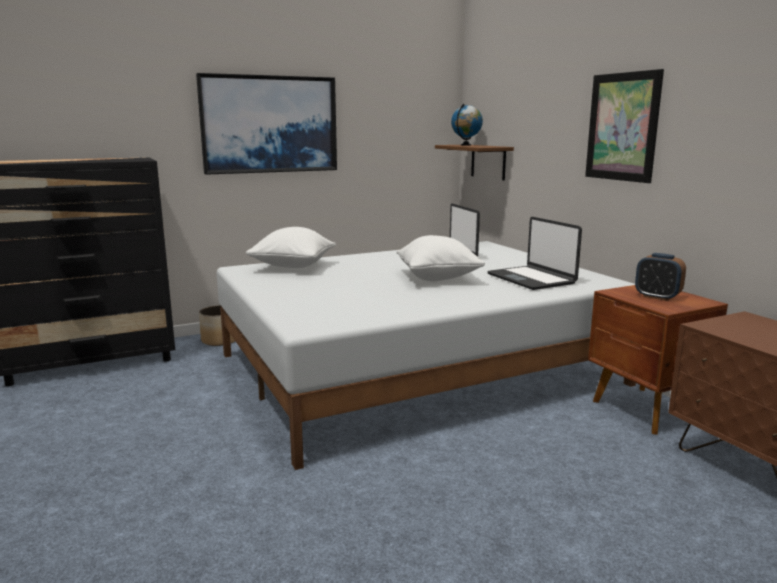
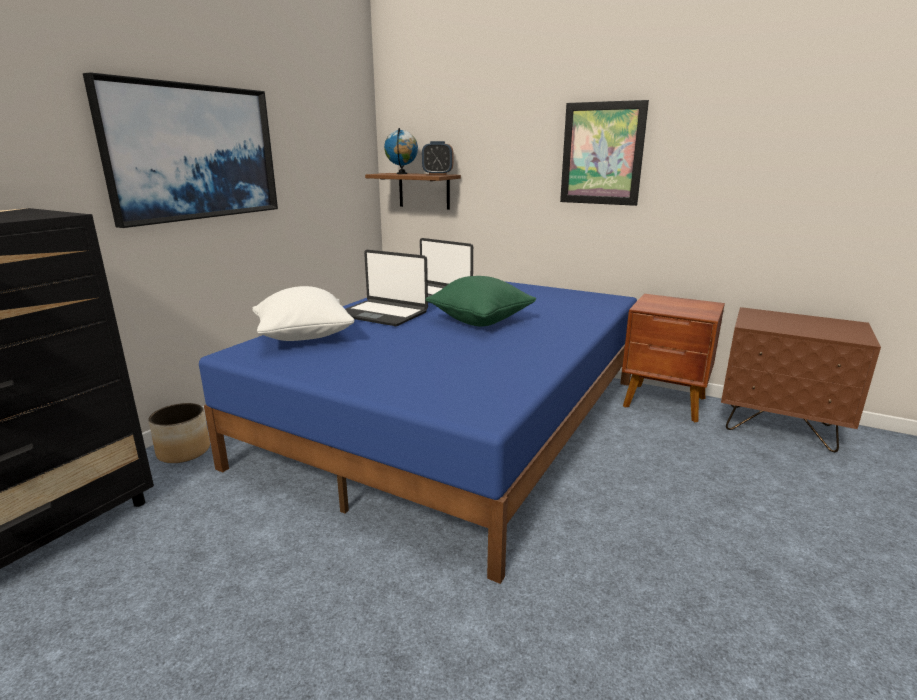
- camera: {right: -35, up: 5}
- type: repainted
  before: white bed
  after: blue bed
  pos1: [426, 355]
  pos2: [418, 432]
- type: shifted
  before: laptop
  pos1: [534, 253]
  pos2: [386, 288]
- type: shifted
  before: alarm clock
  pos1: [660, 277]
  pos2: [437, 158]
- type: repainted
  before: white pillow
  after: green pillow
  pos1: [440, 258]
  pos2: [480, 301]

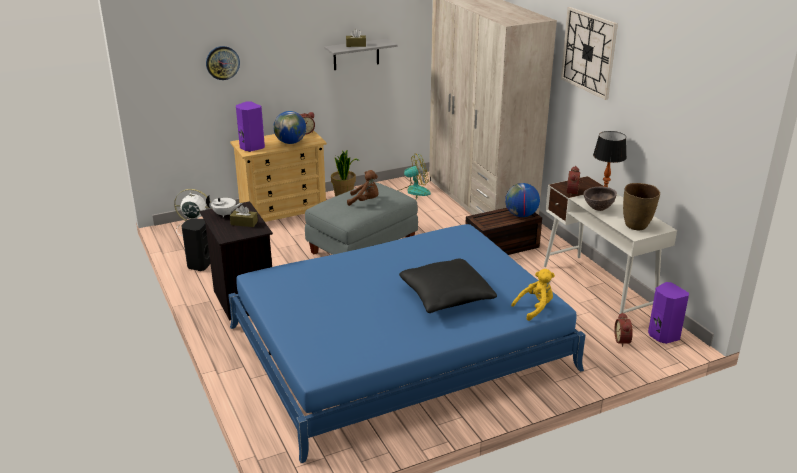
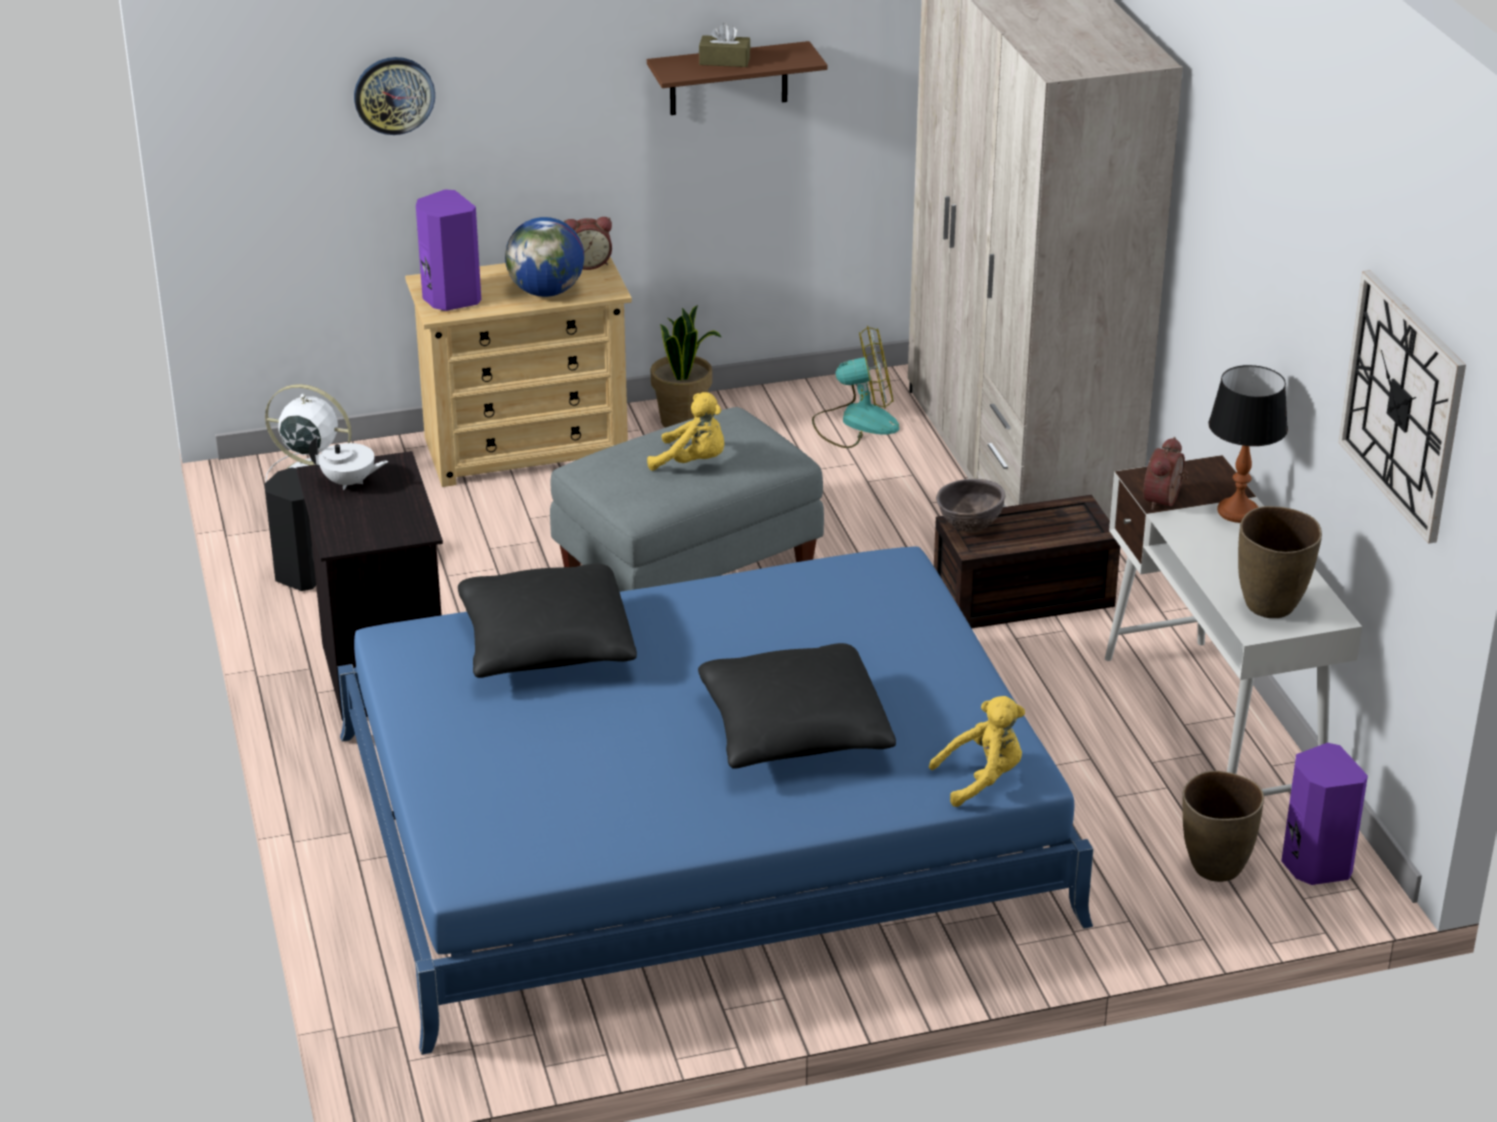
- camera: {right: 10, up: 5}
- type: new
  after: black pillow
  pos2: [547, 620]
- type: repainted
  before: grey shelf
  after: brown shelf
  pos1: [361, 54]
  pos2: [737, 78]
- type: repainted
  before: brown plush toy
  after: yellow plush toy
  pos1: [363, 188]
  pos2: [685, 431]
- type: shifted
  before: brown bowl
  pos1: [600, 199]
  pos2: [970, 506]
- type: swapped
  before: alarm clock
  after: brown vase
  pos1: [623, 329]
  pos2: [1223, 826]
- type: shifted
  before: wall clock
  pos1: [589, 53]
  pos2: [1402, 407]
- type: gone
  before: brown tissue box
  pos1: [244, 216]
- type: gone
  before: globe
  pos1: [522, 200]

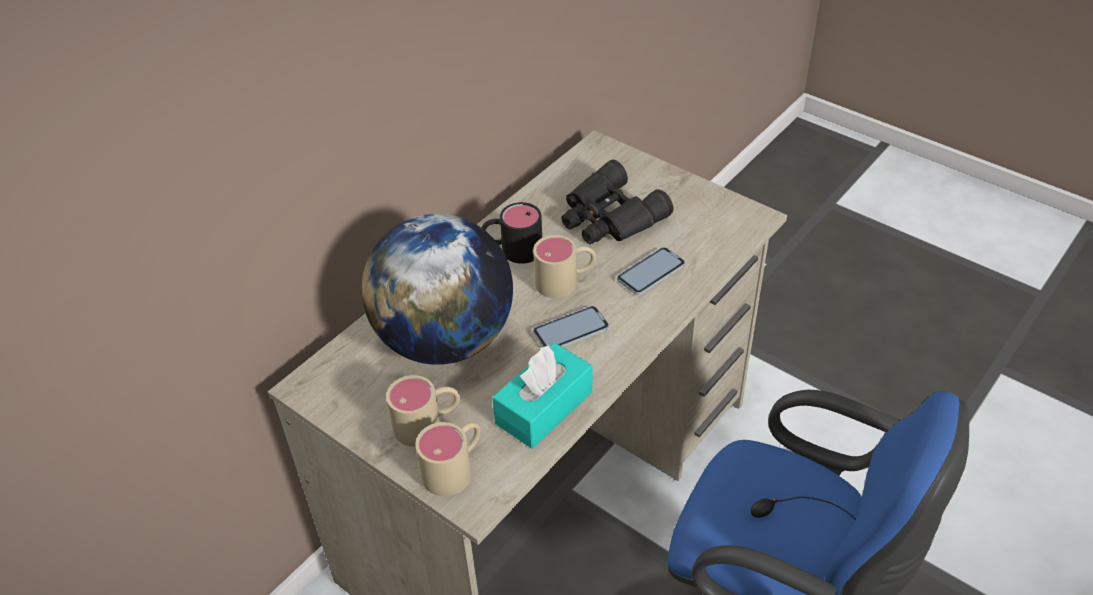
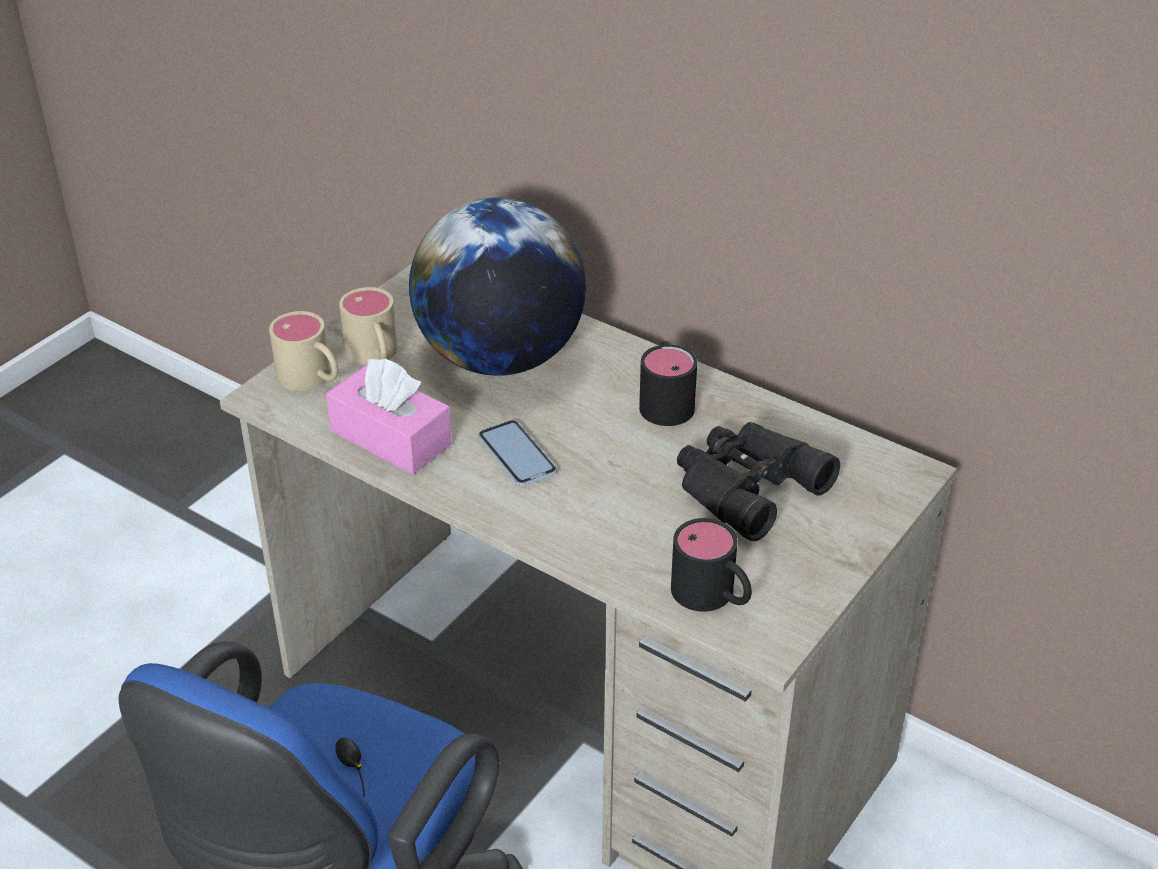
- camera: {right: 85, up: -5}
- type: repainted
  before: turquoise tissue box
  after: pink tissue box
  pos1: [542, 396]
  pos2: [389, 416]
- type: new
  after: black mug
  pos2: [711, 565]
- type: gone
  before: beige mug
  pos1: [564, 266]
- type: gone
  before: phone
  pos1: [651, 271]

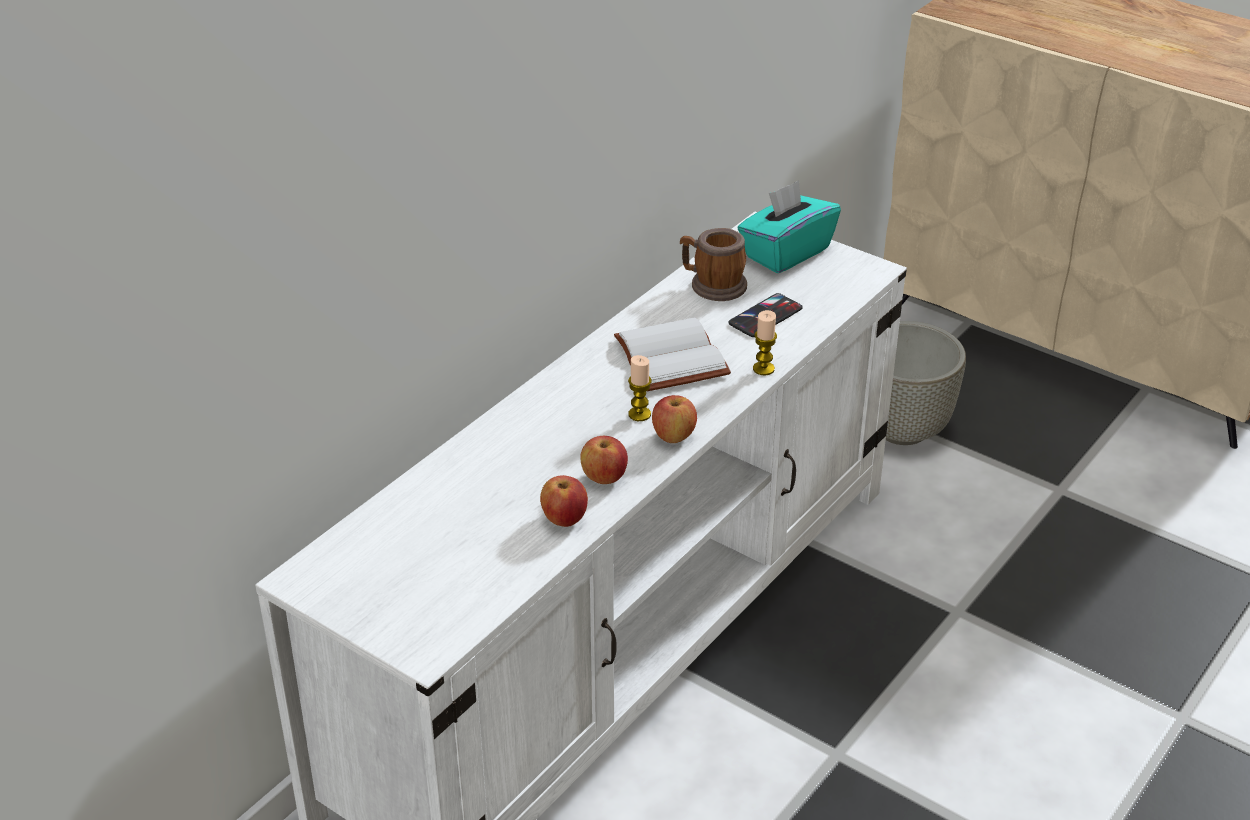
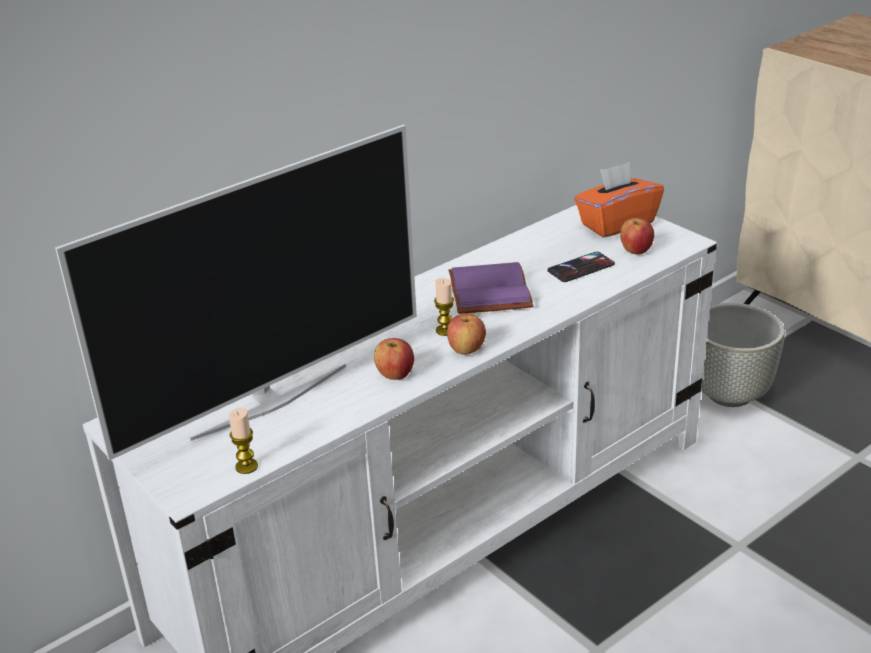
- camera: {right: 15, up: -5}
- type: new
  after: television
  pos2: [236, 293]
- type: shifted
  before: candle
  pos1: [765, 342]
  pos2: [243, 441]
- type: repainted
  before: white book
  after: purple book
  pos1: [672, 354]
  pos2: [491, 288]
- type: repainted
  before: turquoise tissue box
  after: orange tissue box
  pos1: [789, 226]
  pos2: [619, 200]
- type: shifted
  before: apple
  pos1: [564, 501]
  pos2: [637, 236]
- type: gone
  before: mug
  pos1: [713, 264]

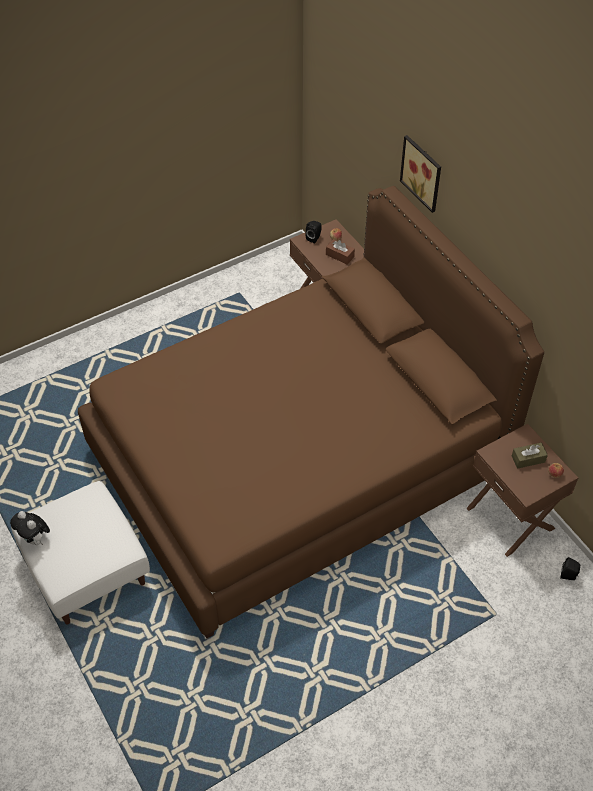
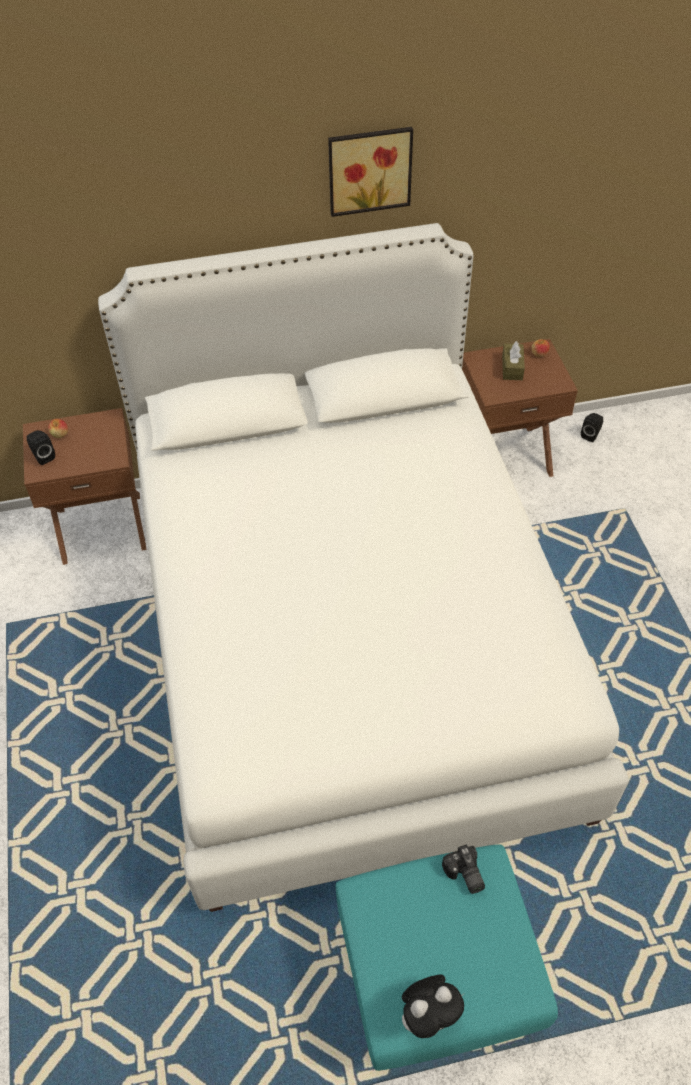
- camera: {right: -70, up: 0}
- type: repainted
  before: brown bed
  after: white bed
  pos1: [311, 412]
  pos2: [363, 567]
- type: shifted
  before: picture
  pos1: [420, 174]
  pos2: [370, 172]
- type: repainted
  before: white ottoman
  after: turquoise ottoman
  pos1: [80, 553]
  pos2: [446, 957]
- type: new
  after: photo camera
  pos2: [463, 869]
- type: gone
  before: brown tissue box
  pos1: [340, 252]

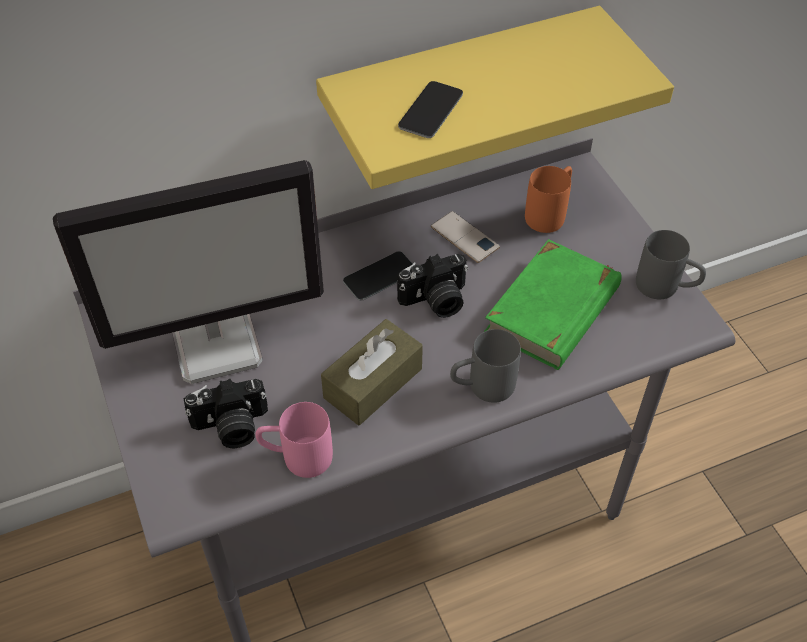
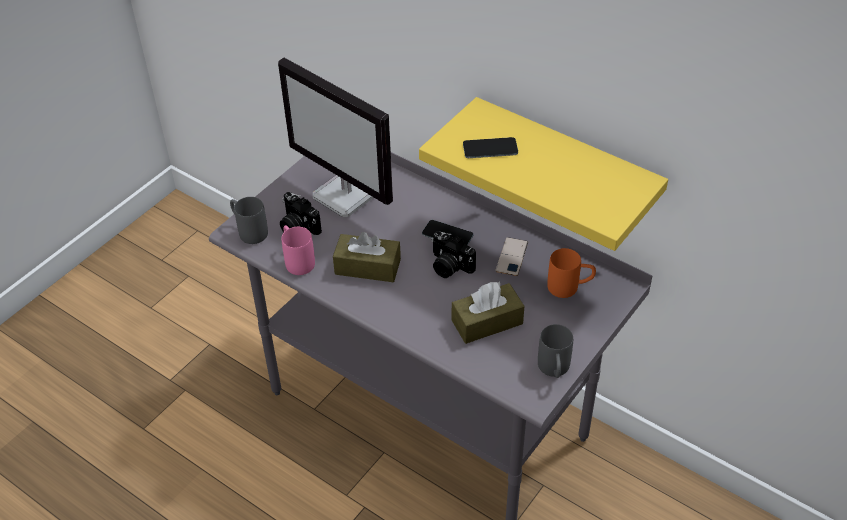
- camera: {right: 60, up: -5}
- type: shifted
  before: grey mug
  pos1: [485, 366]
  pos2: [249, 220]
- type: swapped
  before: green book
  after: brown tissue box
  pos1: [553, 304]
  pos2: [488, 313]

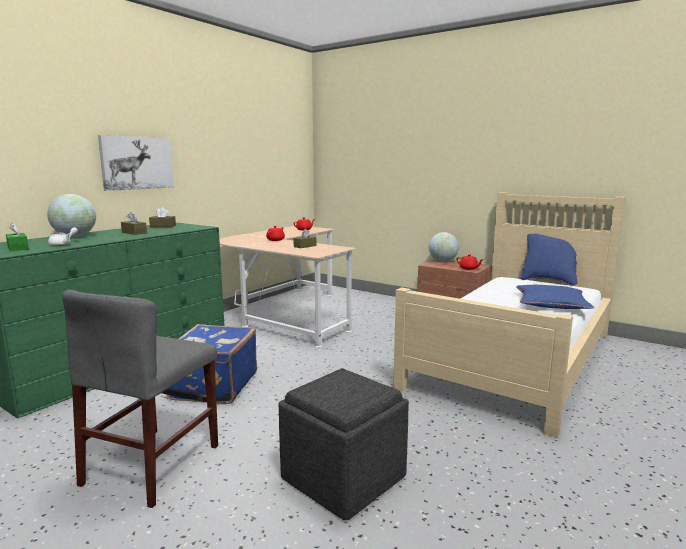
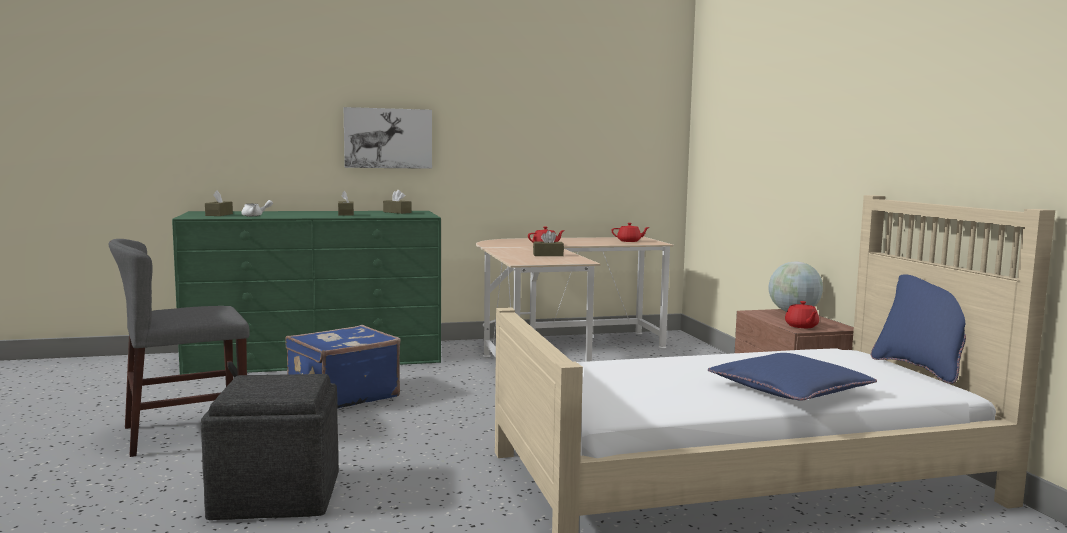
- camera: {right: 40, up: -5}
- type: repainted
  before: green tissue box
  after: brown tissue box
  pos1: [17, 237]
  pos2: [219, 203]
- type: gone
  before: globe
  pos1: [71, 215]

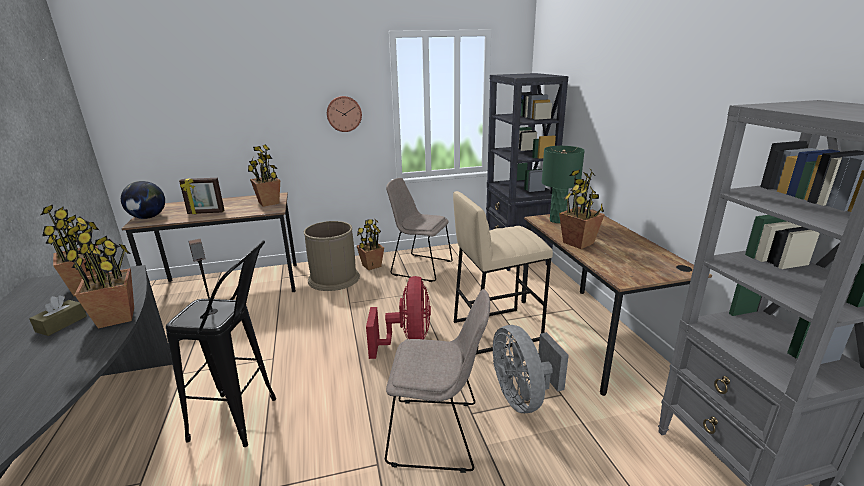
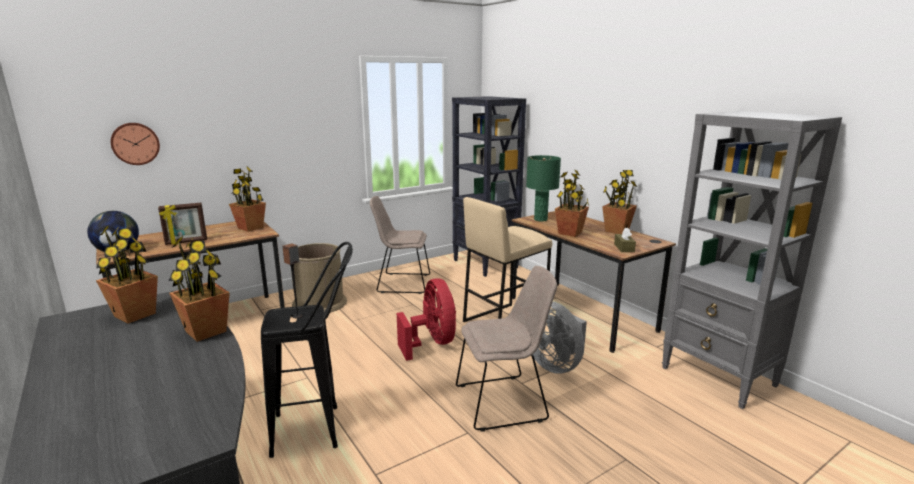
- camera: {right: -20, up: -5}
- type: shifted
  before: wall clock
  pos1: [344, 114]
  pos2: [135, 144]
- type: shifted
  before: potted plant
  pos1: [370, 244]
  pos2: [619, 202]
- type: shifted
  before: brown tissue box
  pos1: [58, 315]
  pos2: [625, 239]

